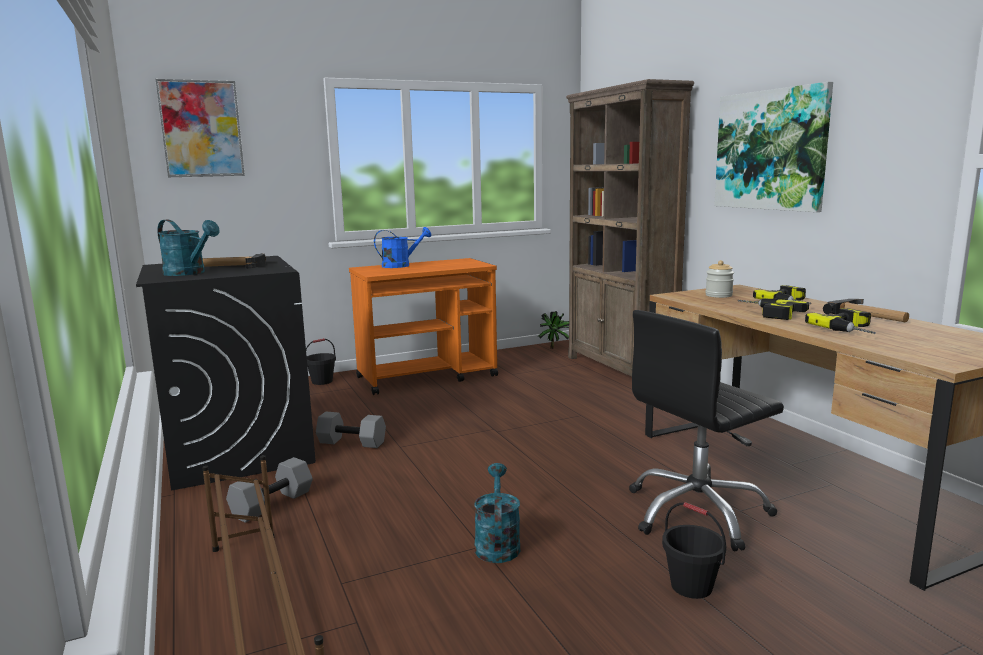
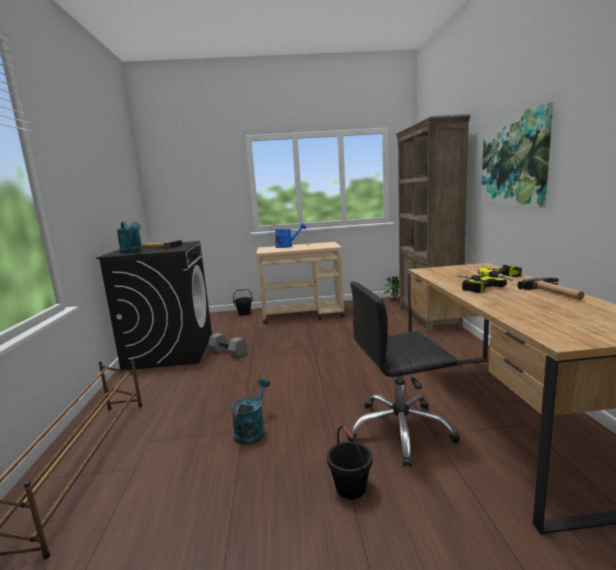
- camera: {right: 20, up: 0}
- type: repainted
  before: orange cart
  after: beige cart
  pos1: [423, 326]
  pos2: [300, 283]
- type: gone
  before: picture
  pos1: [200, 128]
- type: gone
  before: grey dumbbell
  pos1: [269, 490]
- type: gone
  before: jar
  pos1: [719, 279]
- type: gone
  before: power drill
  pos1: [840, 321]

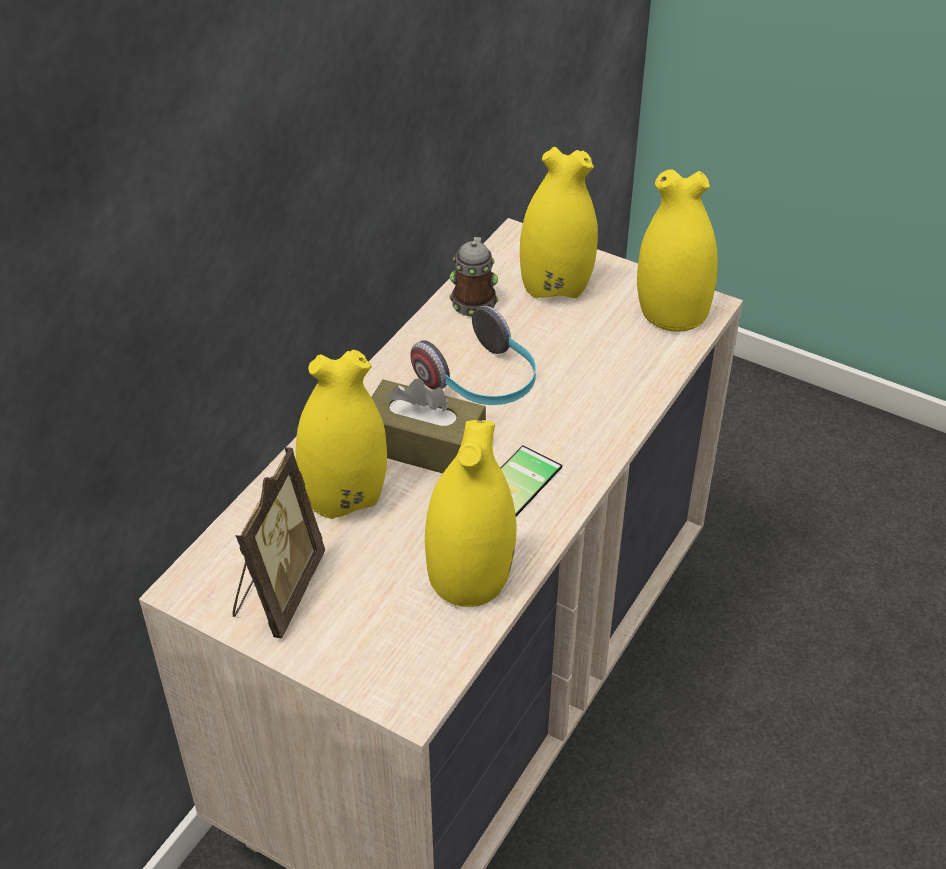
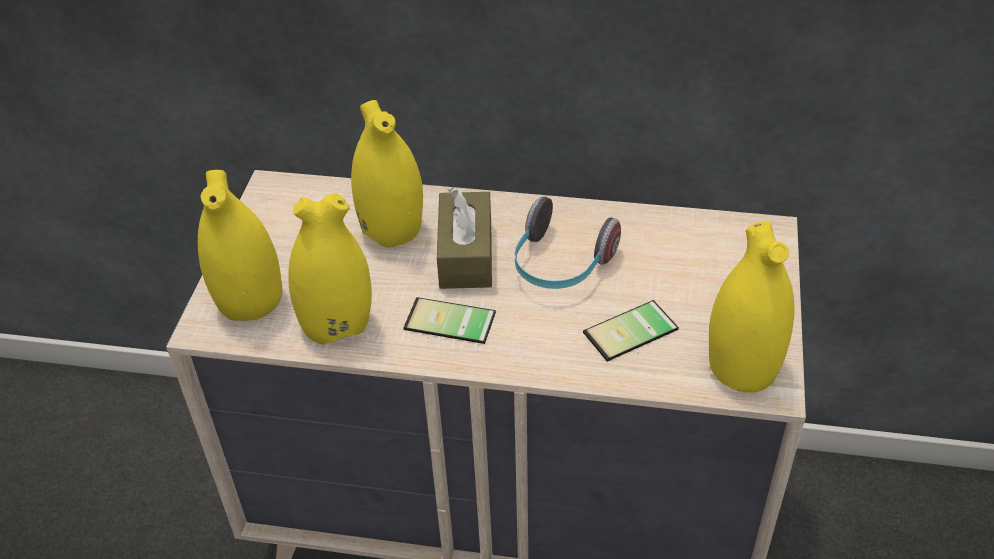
- camera: {right: 70, up: 0}
- type: shifted
  before: yellow vase
  pos1: [559, 223]
  pos2: [240, 245]
- type: new
  after: phone
  pos2: [631, 330]
- type: gone
  before: picture frame
  pos1: [278, 543]
- type: gone
  before: mug
  pos1: [473, 277]

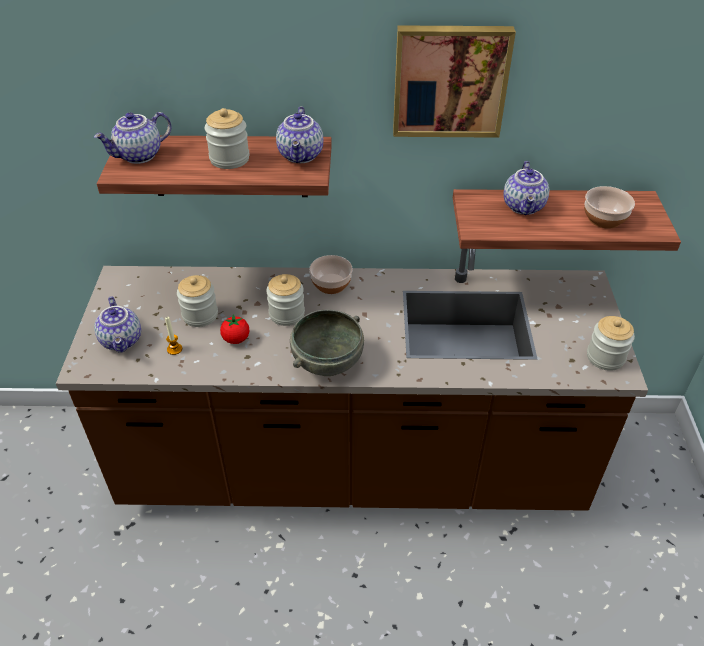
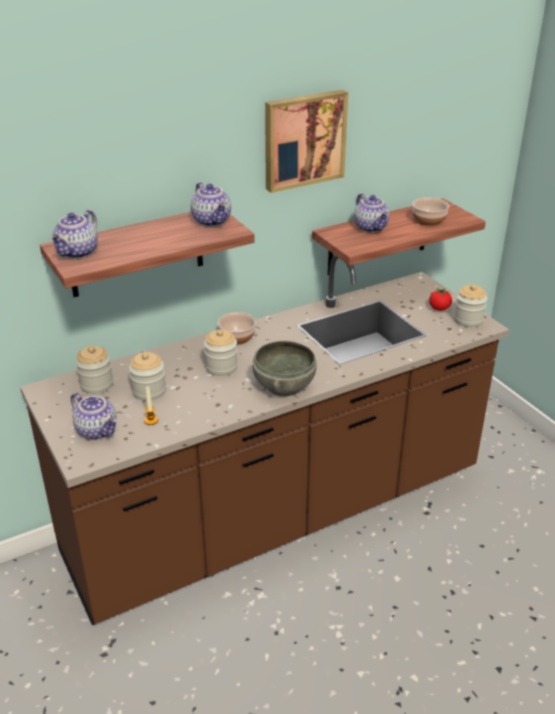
- camera: {right: -30, up: -10}
- type: shifted
  before: jar
  pos1: [227, 138]
  pos2: [94, 370]
- type: shifted
  before: tomato
  pos1: [234, 329]
  pos2: [440, 299]

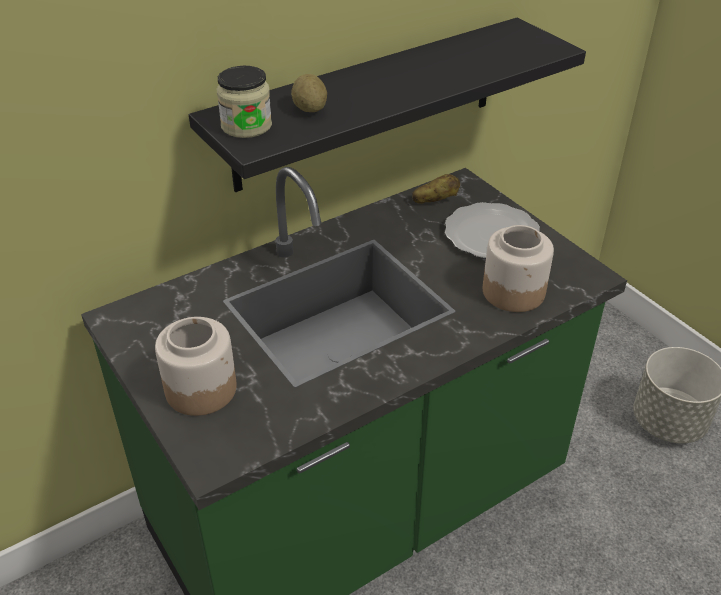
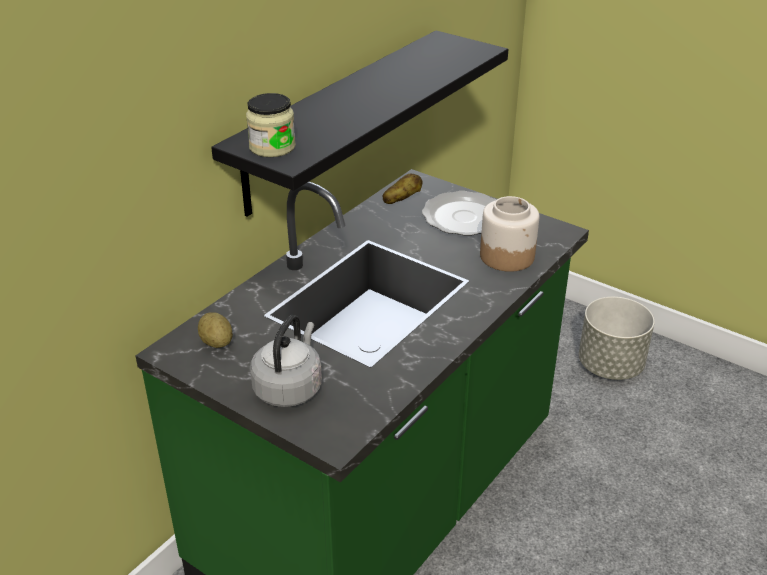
- camera: {right: -20, up: -5}
- type: shifted
  before: potato
  pos1: [309, 93]
  pos2: [215, 330]
- type: swapped
  before: jar
  after: grey kettle
  pos1: [196, 366]
  pos2: [286, 361]

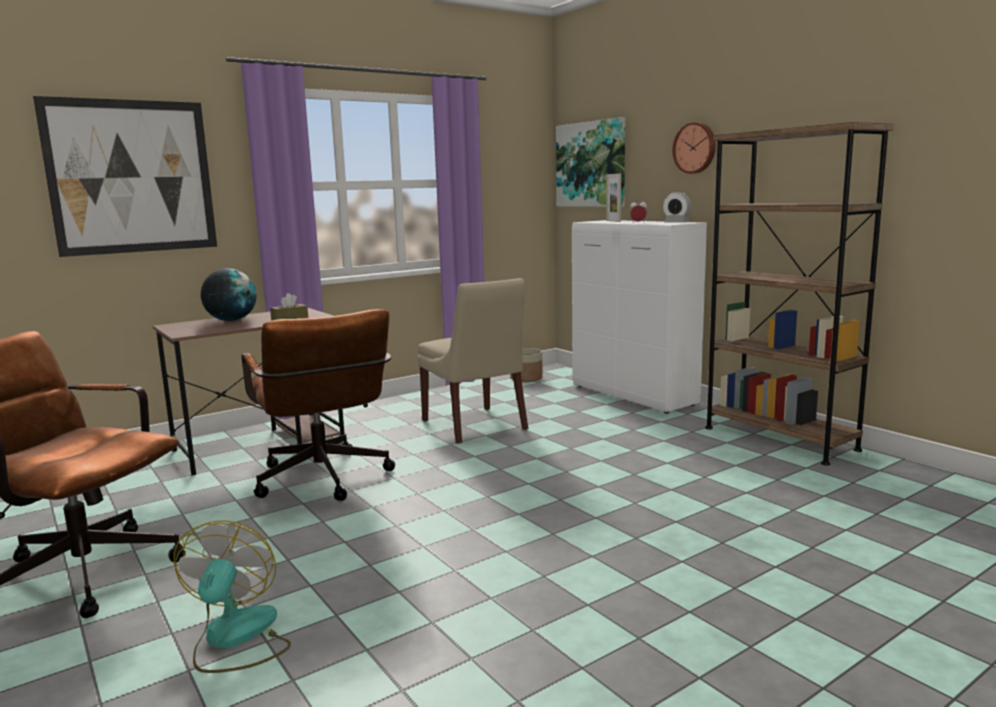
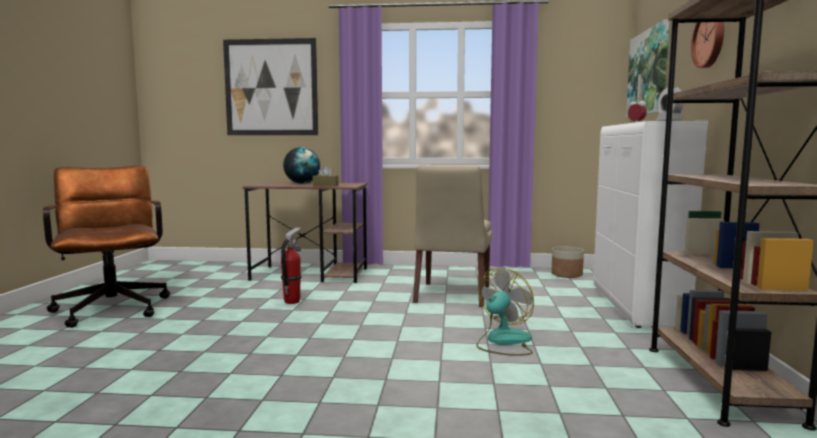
- camera: {right: 40, up: -5}
- type: swapped
  before: brown office chair
  after: fire extinguisher
  pos1: [318, 405]
  pos2: [291, 265]
- type: shifted
  before: fan
  pos1: [232, 596]
  pos2: [505, 312]

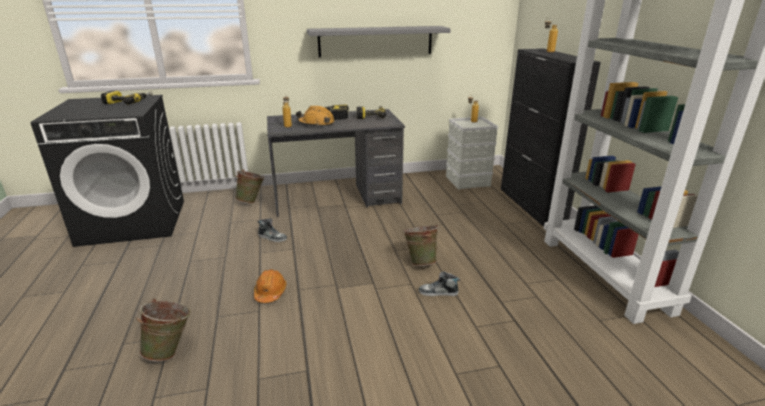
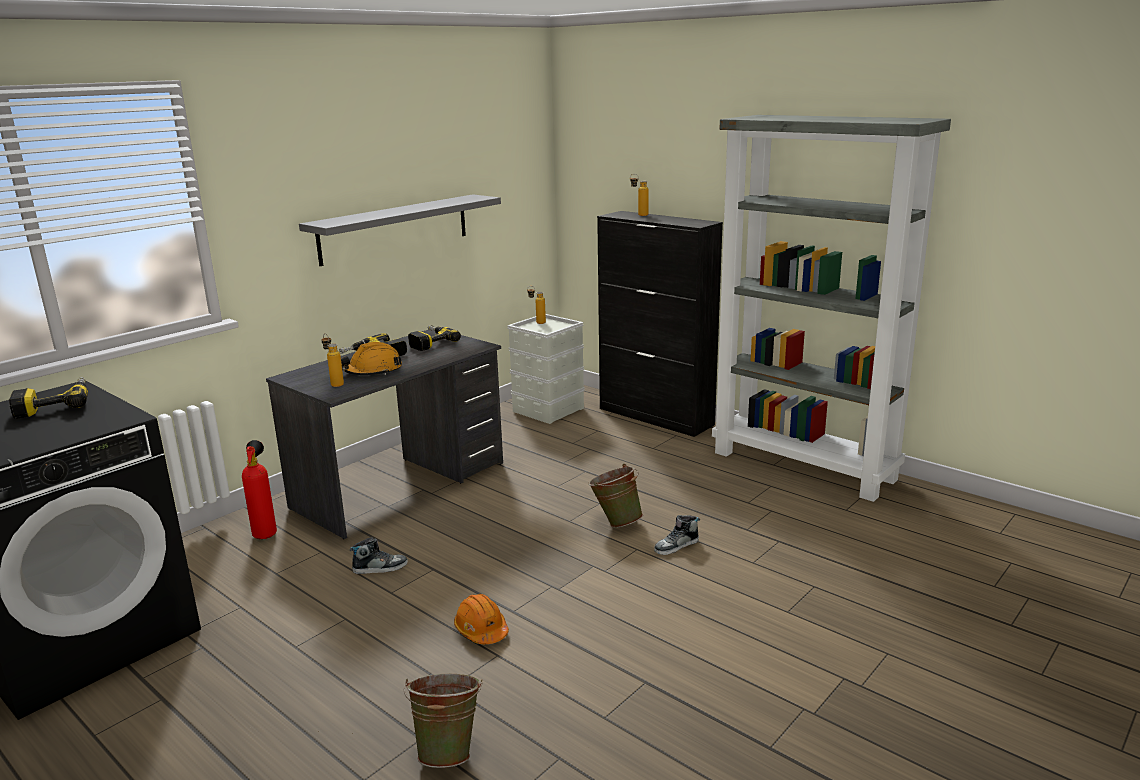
- camera: {right: -35, up: -5}
- type: swapped
  before: green bucket
  after: fire extinguisher
  pos1: [250, 186]
  pos2: [259, 489]

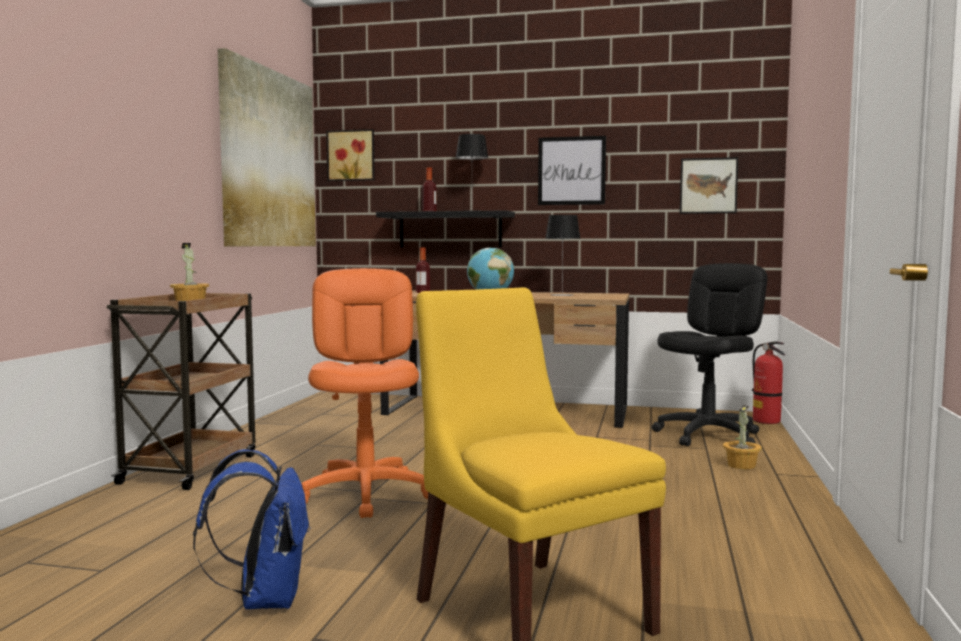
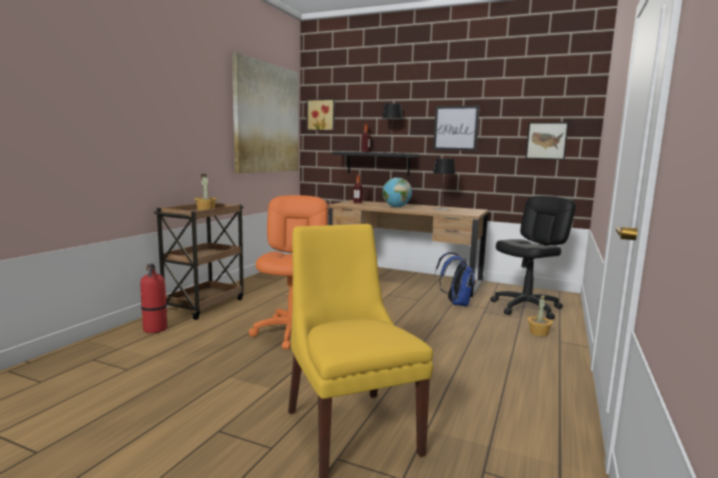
- camera: {right: 10, up: 5}
- type: shifted
  before: fire extinguisher
  pos1: [768, 383]
  pos2: [153, 298]
- type: shifted
  before: blue backpack
  pos1: [252, 529]
  pos2: [455, 279]

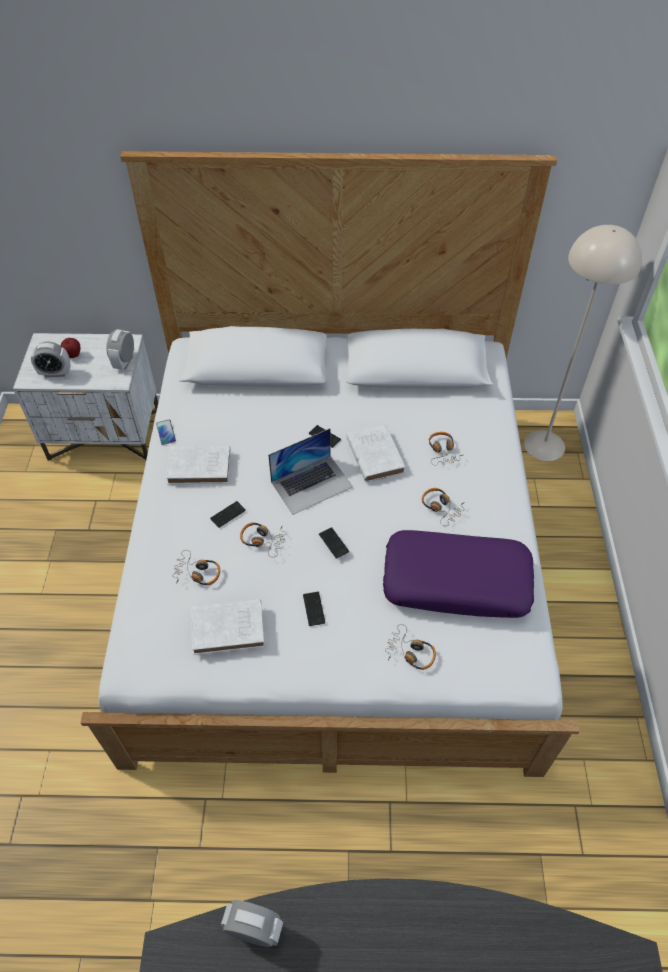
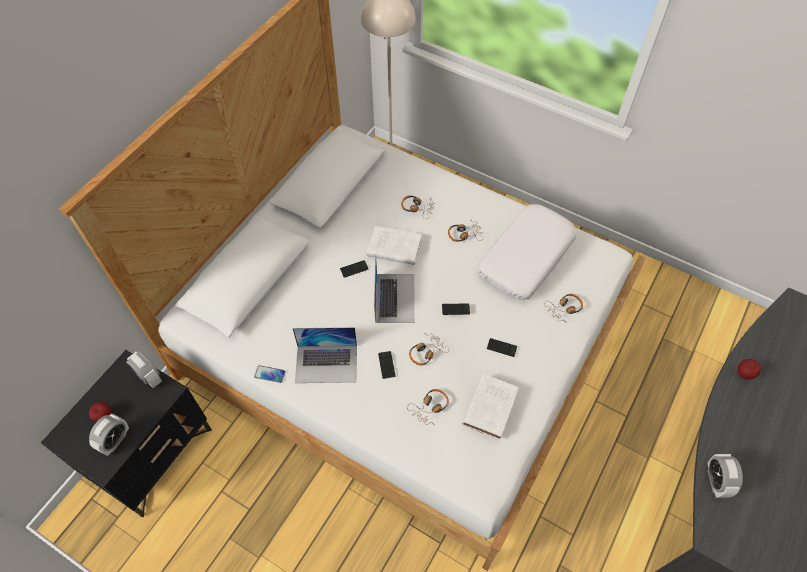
- camera: {right: -60, up: 5}
- type: repainted
  before: white nightstand
  after: black nightstand
  pos1: [85, 397]
  pos2: [126, 433]
- type: swapped
  before: white book
  after: laptop
  pos1: [198, 465]
  pos2: [325, 355]
- type: repainted
  before: purple pillow
  after: white pillow
  pos1: [458, 574]
  pos2: [527, 252]
- type: rotated
  before: alarm clock
  pos1: [252, 923]
  pos2: [725, 476]
  turn: -45
- type: new
  after: apple
  pos2: [749, 369]

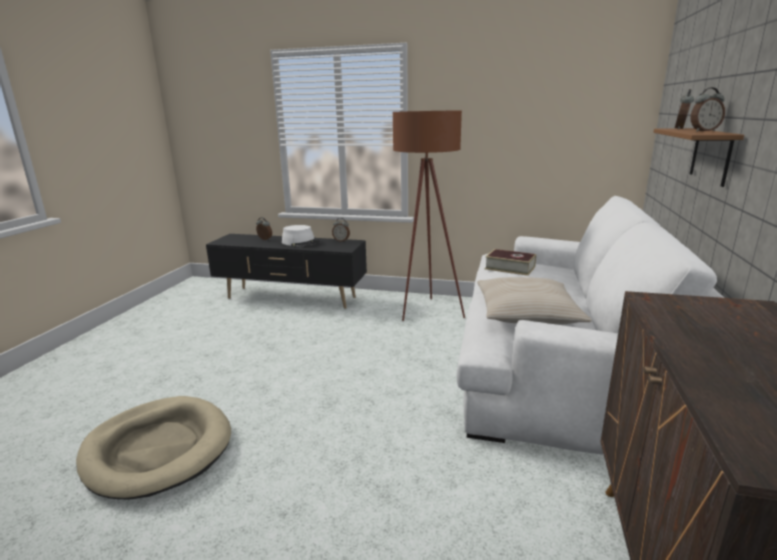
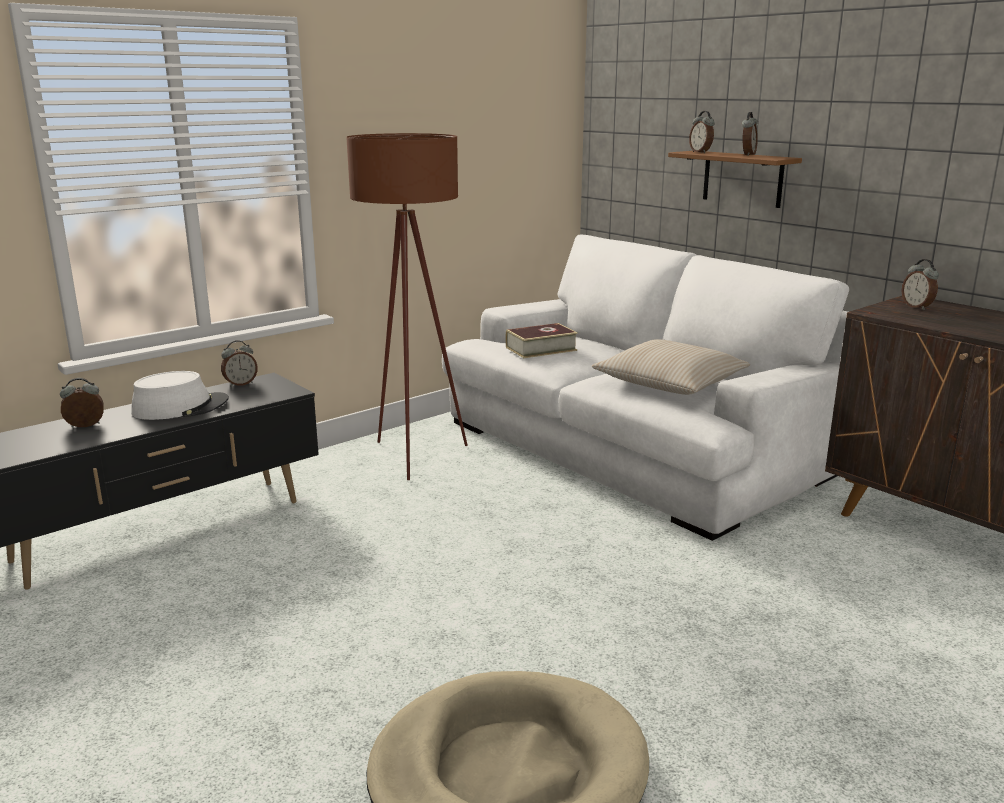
- camera: {right: -55, up: 0}
- type: new
  after: alarm clock
  pos2: [920, 284]

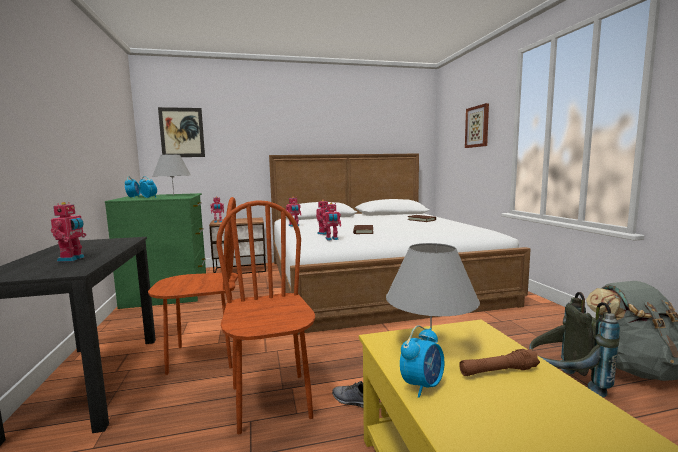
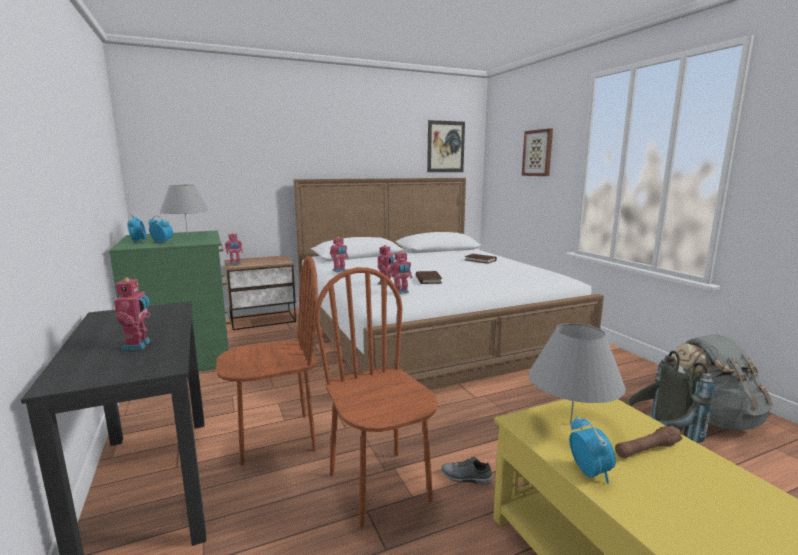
- camera: {right: -10, up: 5}
- type: shifted
  before: picture
  pos1: [181, 132]
  pos2: [446, 146]
- type: rotated
  before: alarm clock
  pos1: [422, 361]
  pos2: [592, 450]
  turn: -45

